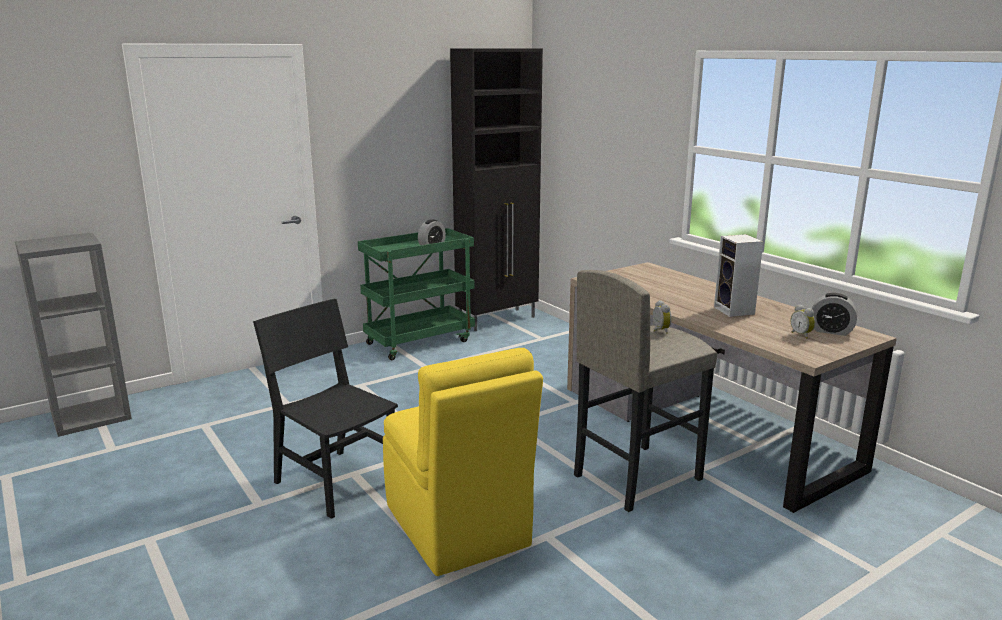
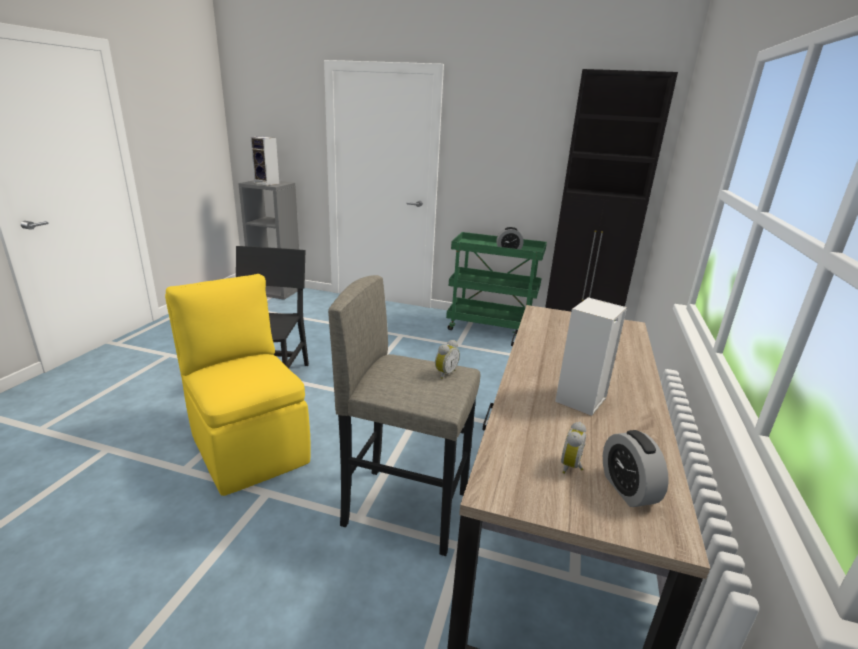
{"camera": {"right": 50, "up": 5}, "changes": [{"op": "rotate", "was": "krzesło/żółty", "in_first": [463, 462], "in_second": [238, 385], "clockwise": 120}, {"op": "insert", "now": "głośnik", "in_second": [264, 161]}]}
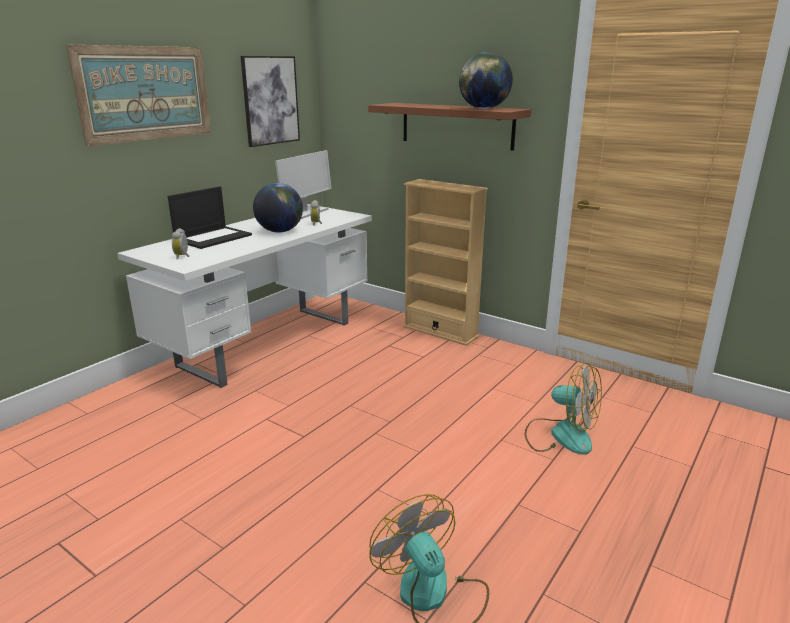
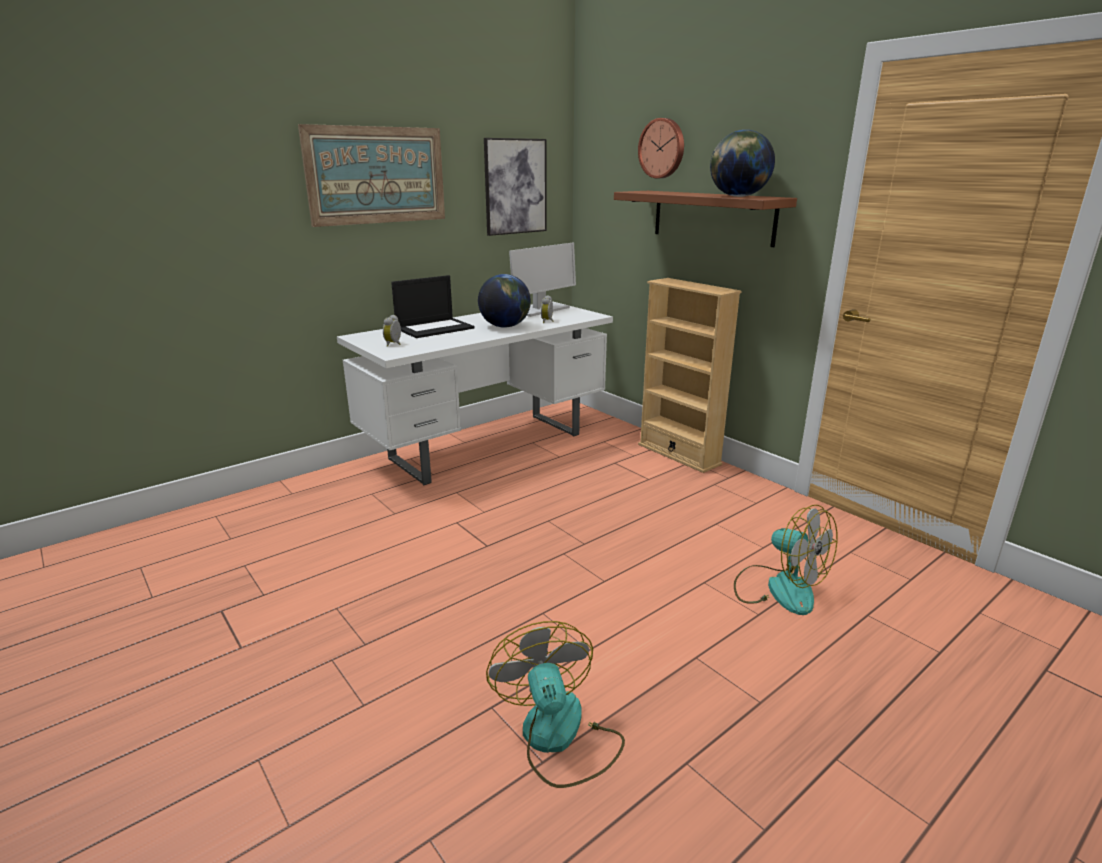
{"camera": {"right": 15, "up": 0}, "changes": [{"op": "insert", "now": "zegar ścienny", "in_second": [661, 148]}]}
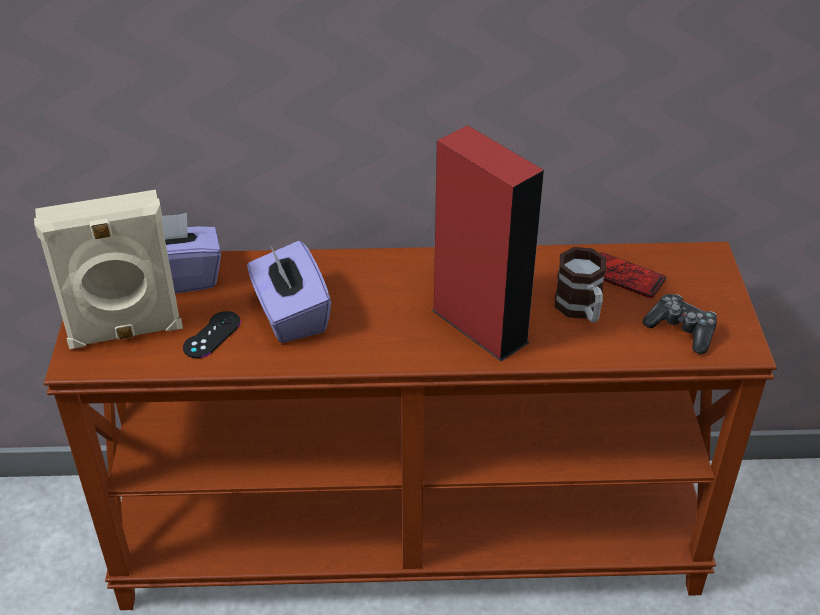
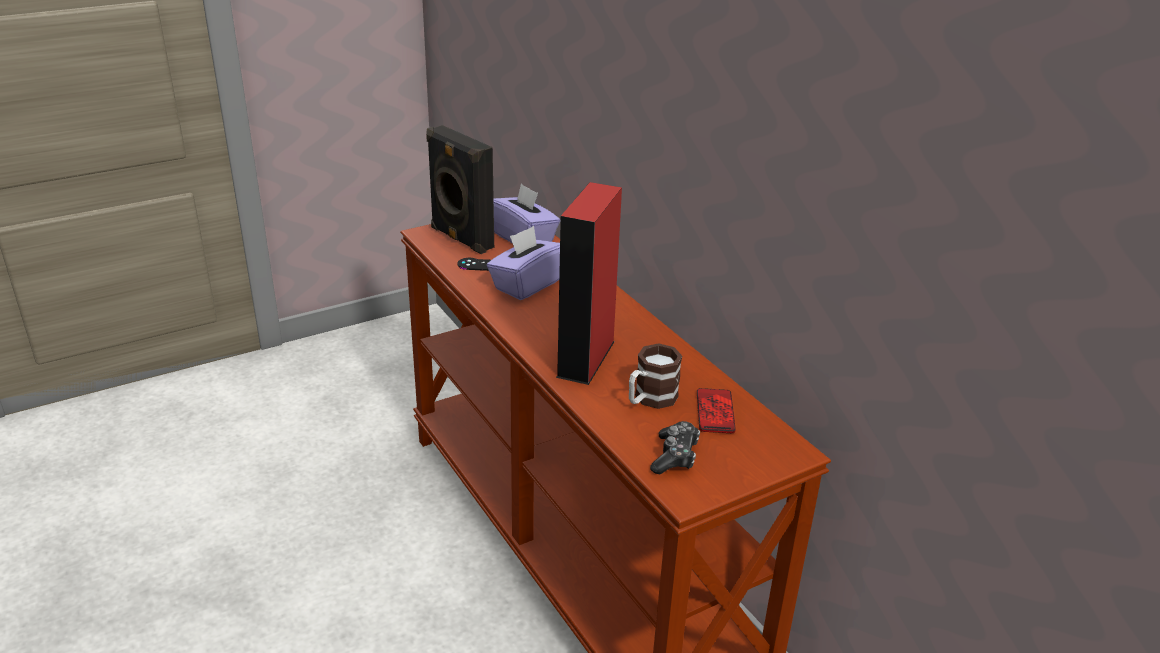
{"camera": {"right": 60, "up": -10}, "changes": [{"op": "recolor", "was": "głośnik/beżowy", "now": "głośnik/czarny", "in_first": [108, 269], "in_second": [460, 189]}]}
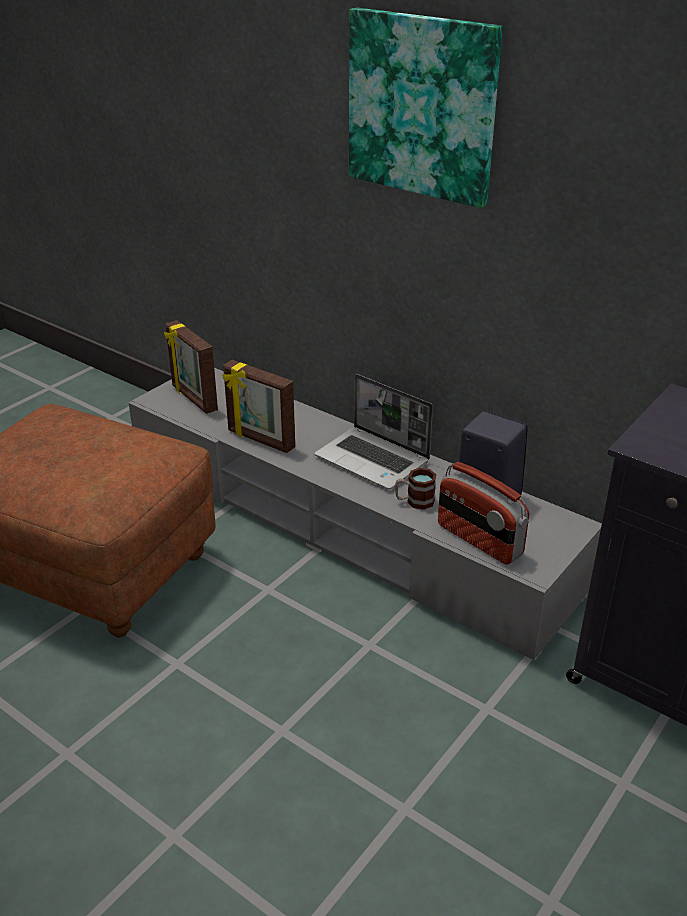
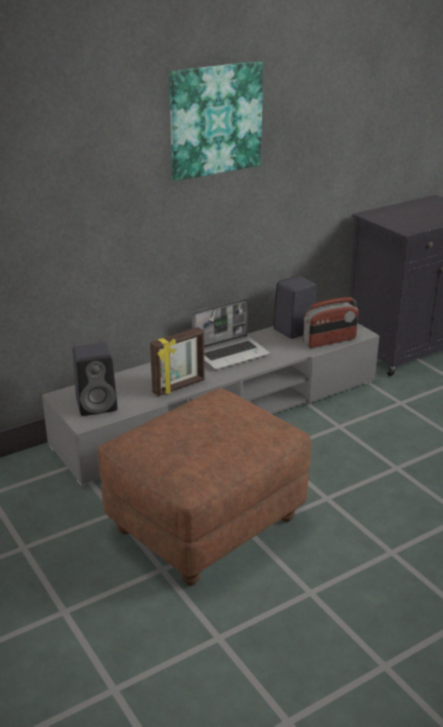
{"camera": {"right": -70, "up": -5}, "changes": [{"op": "replace", "was": "ramka na zdjęcie", "now": "głośnik/czarny", "in_first": [191, 367], "in_second": [95, 379]}, {"op": "delete", "was": "kubek", "in_first": [415, 489]}]}
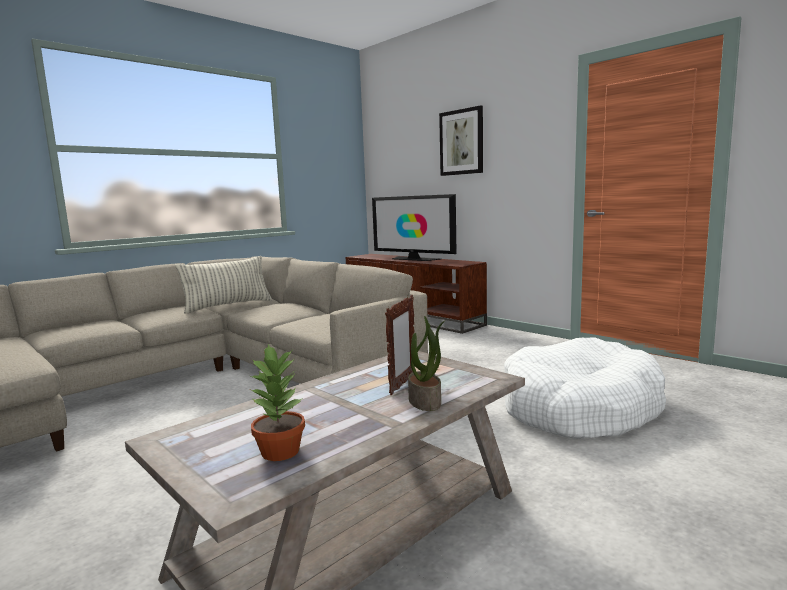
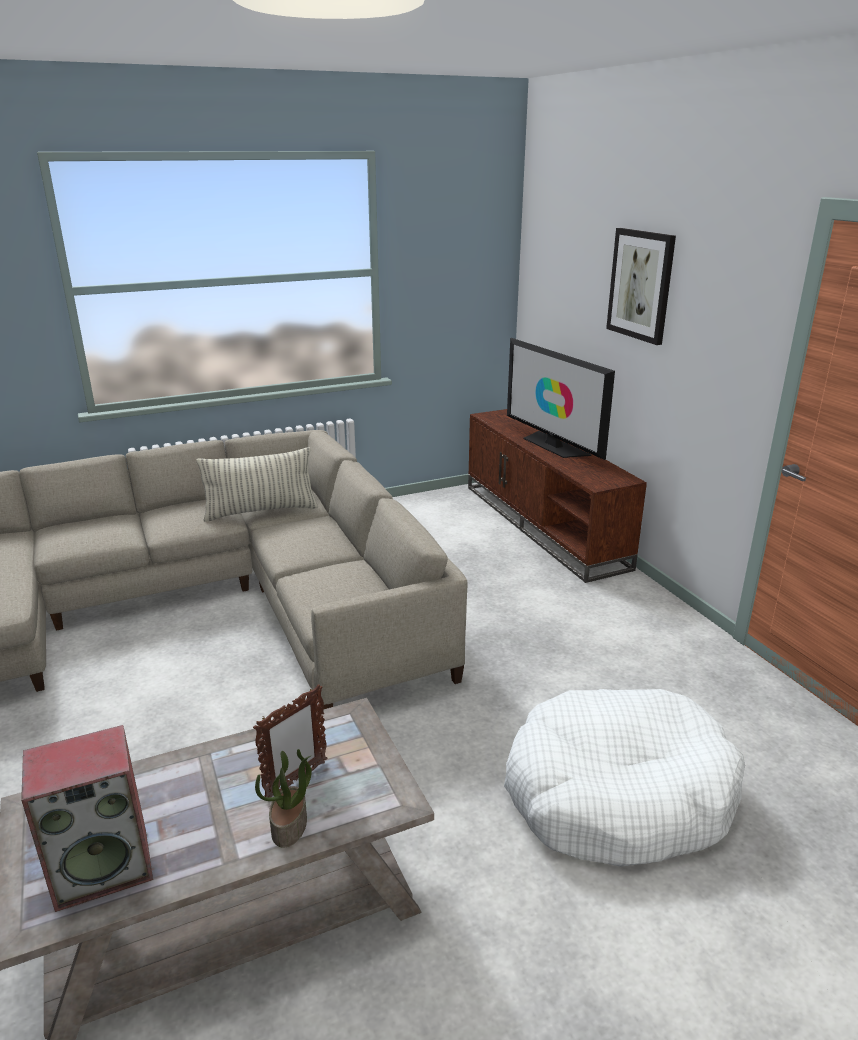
{"camera": {"right": 20, "up": 15}, "changes": [{"op": "replace", "was": "roślina doniczkowa", "now": "głośnik", "in_first": [277, 402], "in_second": [87, 818]}]}
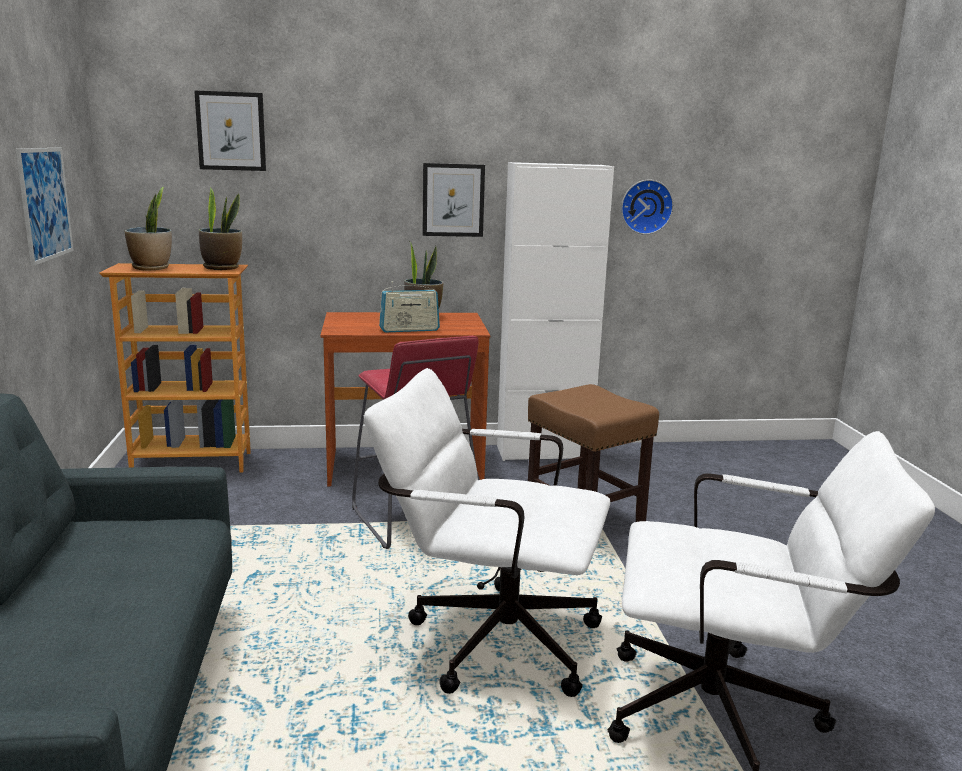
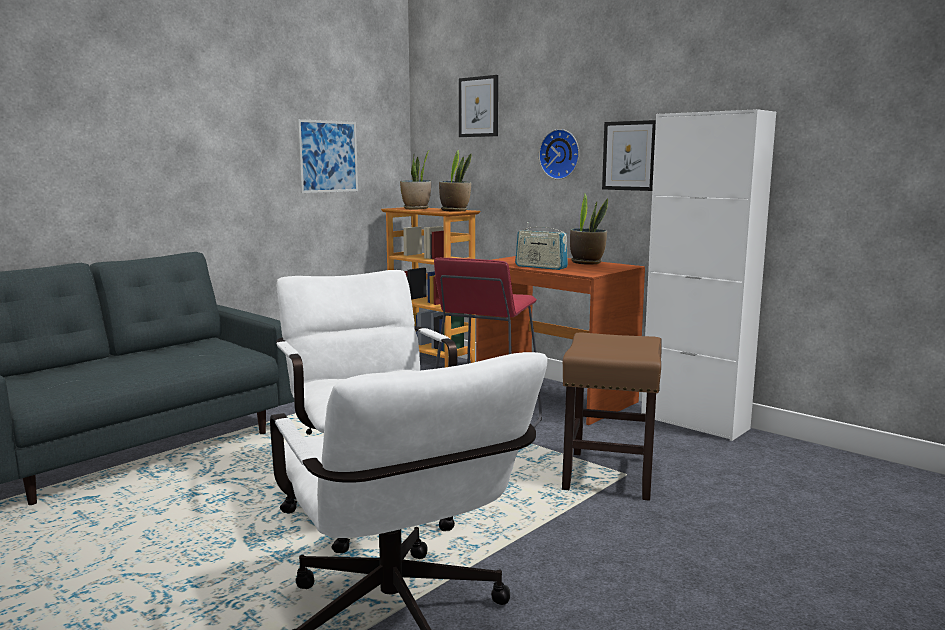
{"camera": {"right": 50, "up": -5}, "changes": [{"op": "move", "was": "zegar ścienny", "in_first": [647, 207], "in_second": [559, 154]}]}
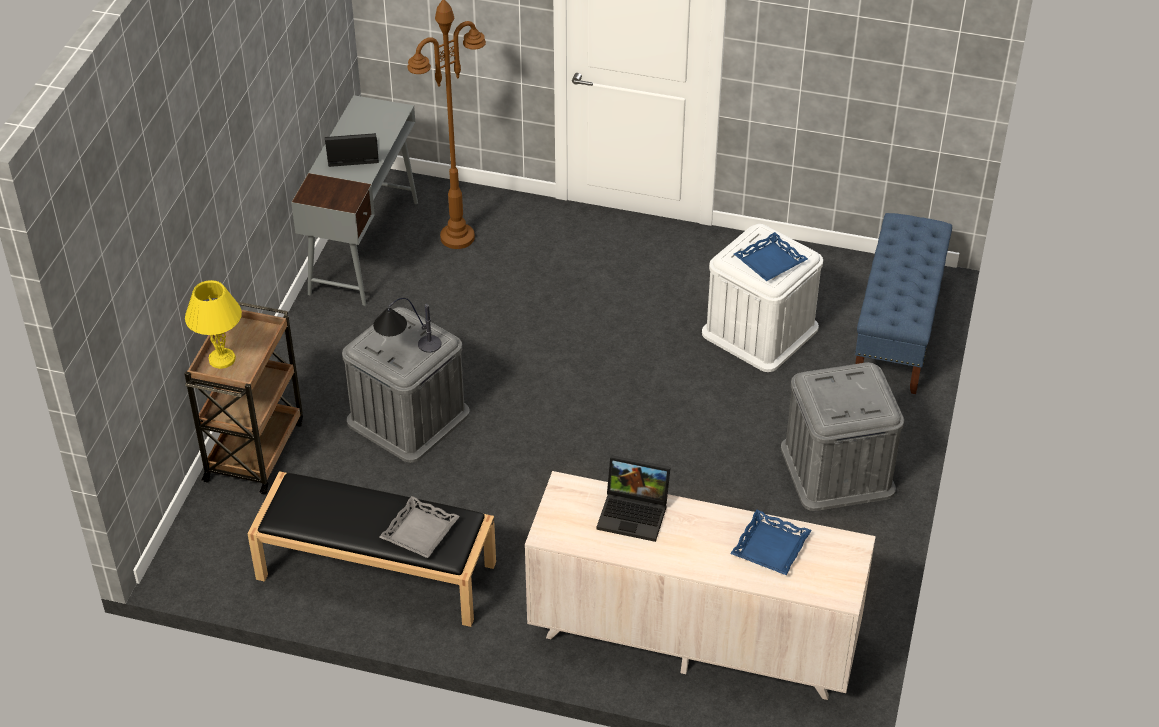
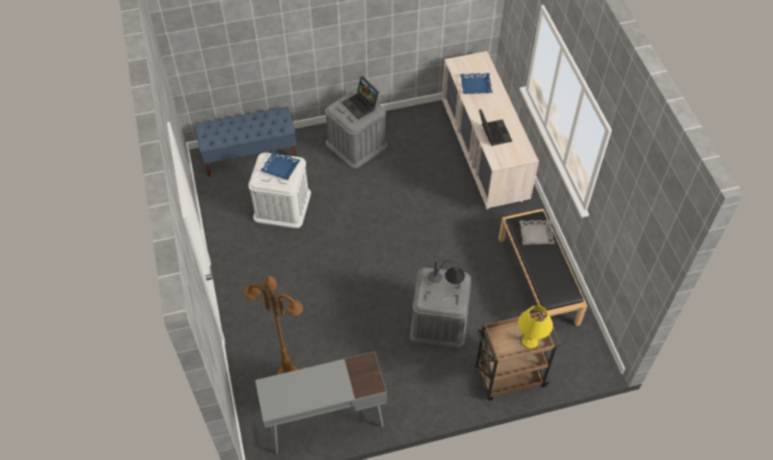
{"camera": {"right": -120, "up": 10}, "changes": [{"op": "move", "was": "laptop", "in_first": [352, 150], "in_second": [360, 97]}]}
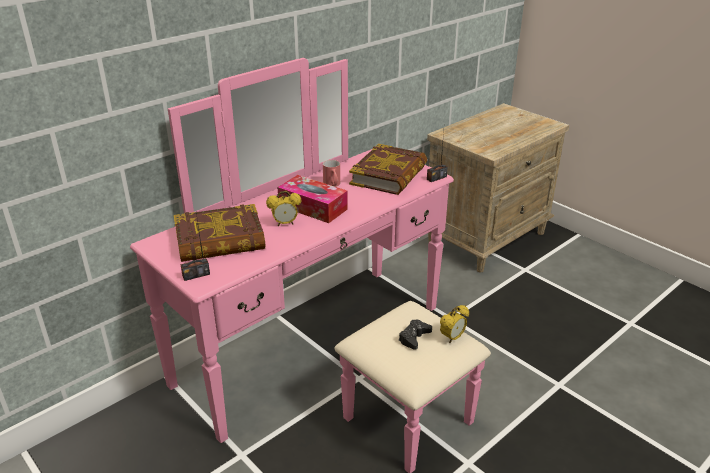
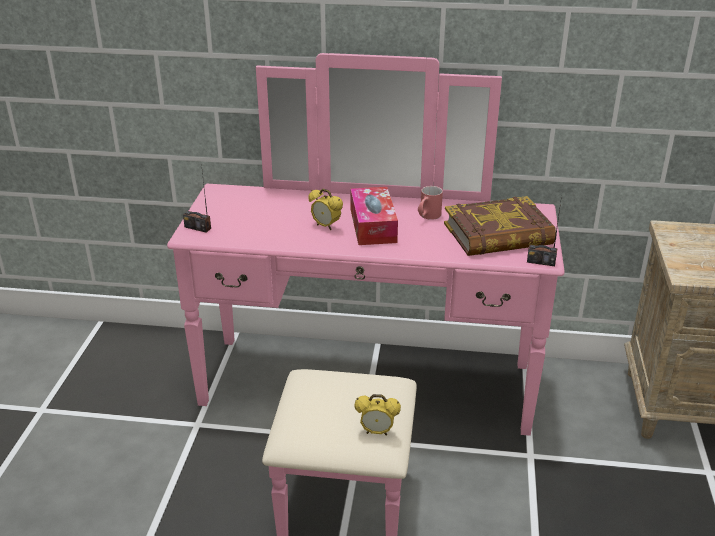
{"camera": {"right": 50, "up": 0}, "changes": [{"op": "delete", "was": "książka", "in_first": [219, 233]}, {"op": "delete", "was": "pad do gier/czarny", "in_first": [415, 335]}]}
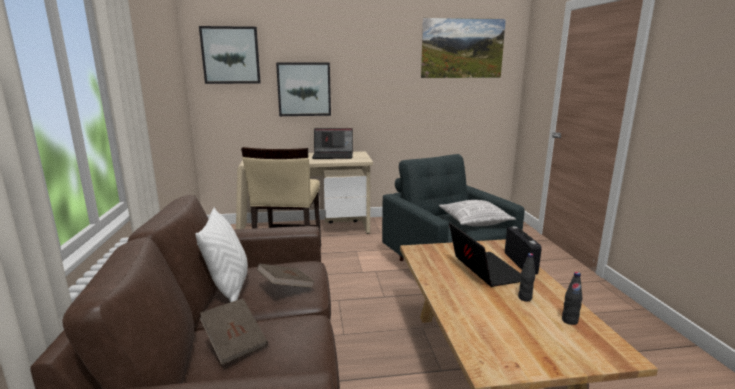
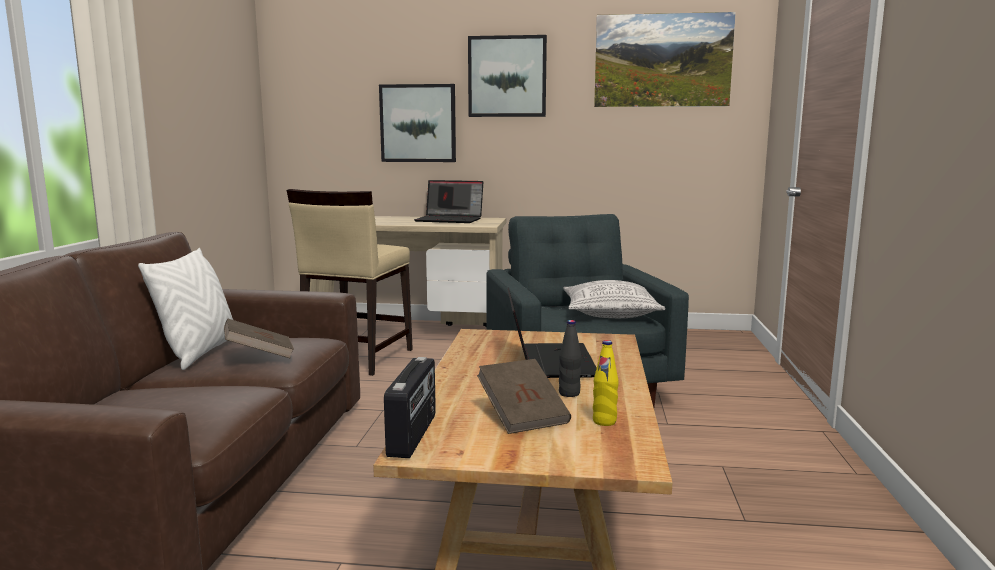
{"camera": {"right": 15, "up": -5}, "changes": [{"op": "move", "was": "obraz", "in_first": [230, 55], "in_second": [507, 76]}, {"op": "move", "was": "książka/brązowy", "in_first": [234, 331], "in_second": [524, 396]}, {"op": "move", "was": "radio", "in_first": [523, 250], "in_second": [410, 407]}, {"op": "recolor", "was": "butelka/czarny", "now": "butelka/żółty", "in_first": [572, 298], "in_second": [605, 383]}]}
